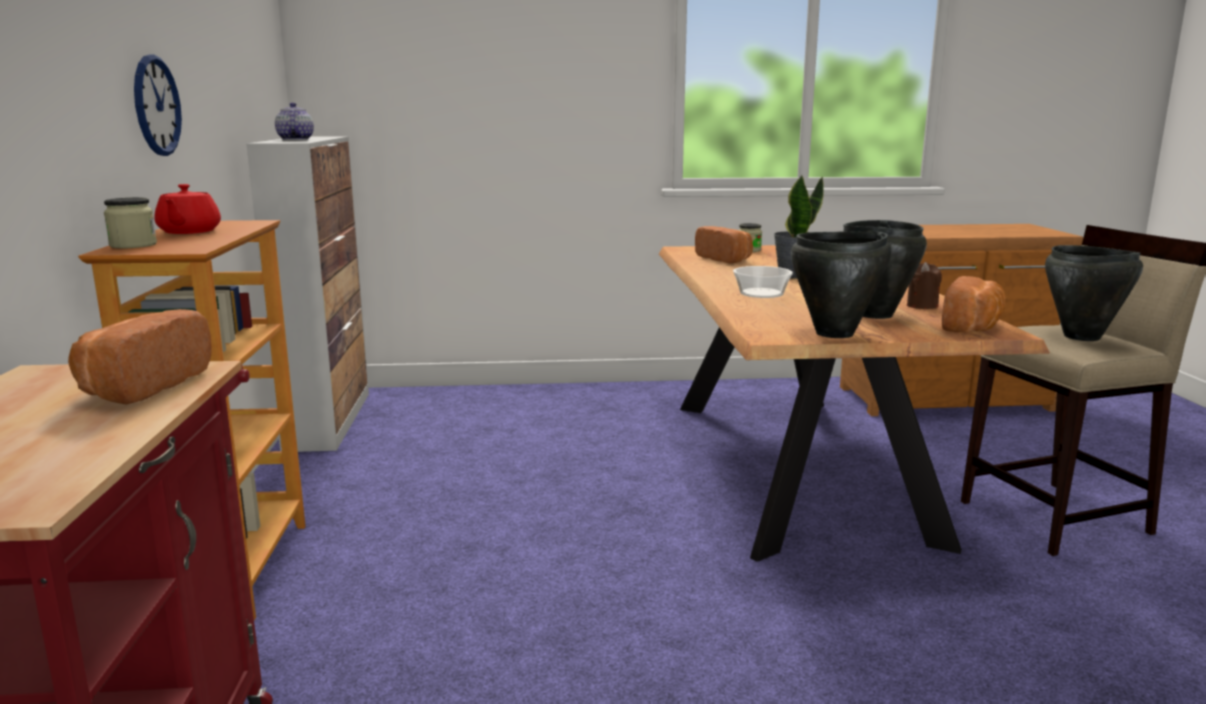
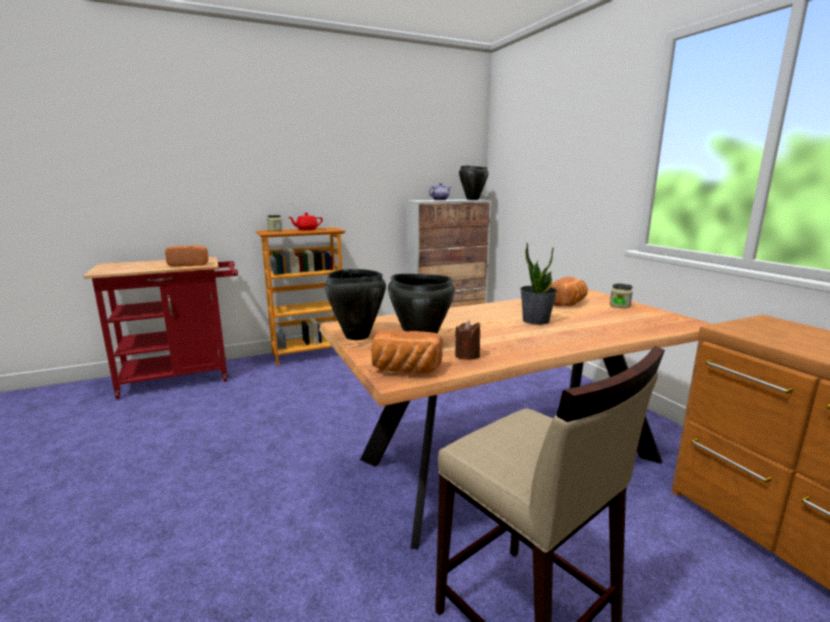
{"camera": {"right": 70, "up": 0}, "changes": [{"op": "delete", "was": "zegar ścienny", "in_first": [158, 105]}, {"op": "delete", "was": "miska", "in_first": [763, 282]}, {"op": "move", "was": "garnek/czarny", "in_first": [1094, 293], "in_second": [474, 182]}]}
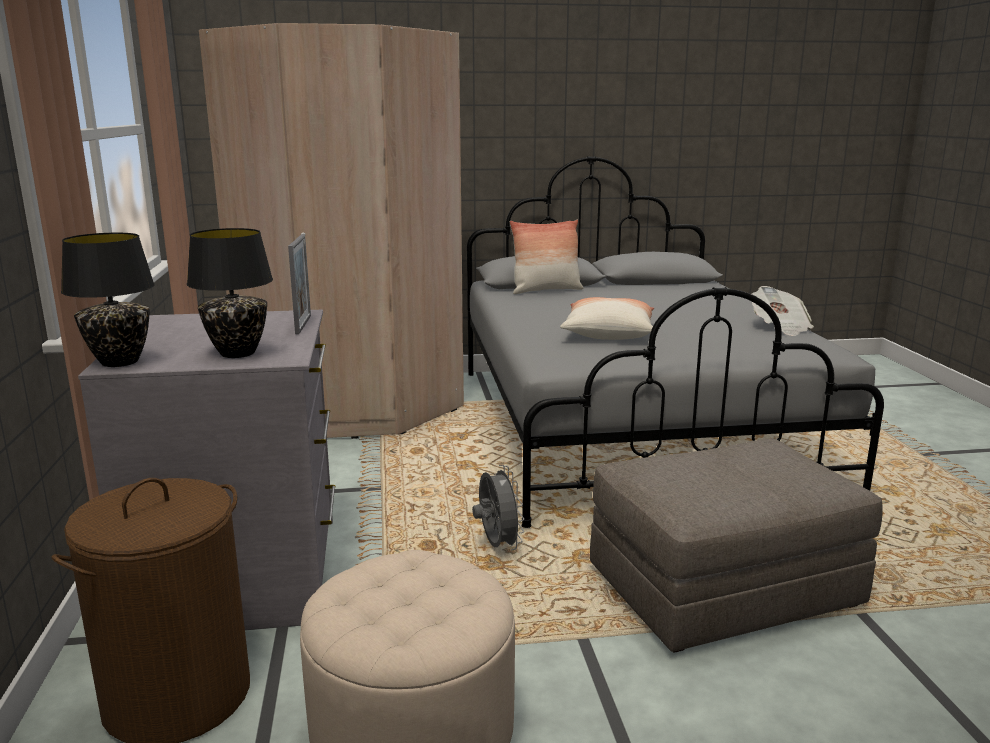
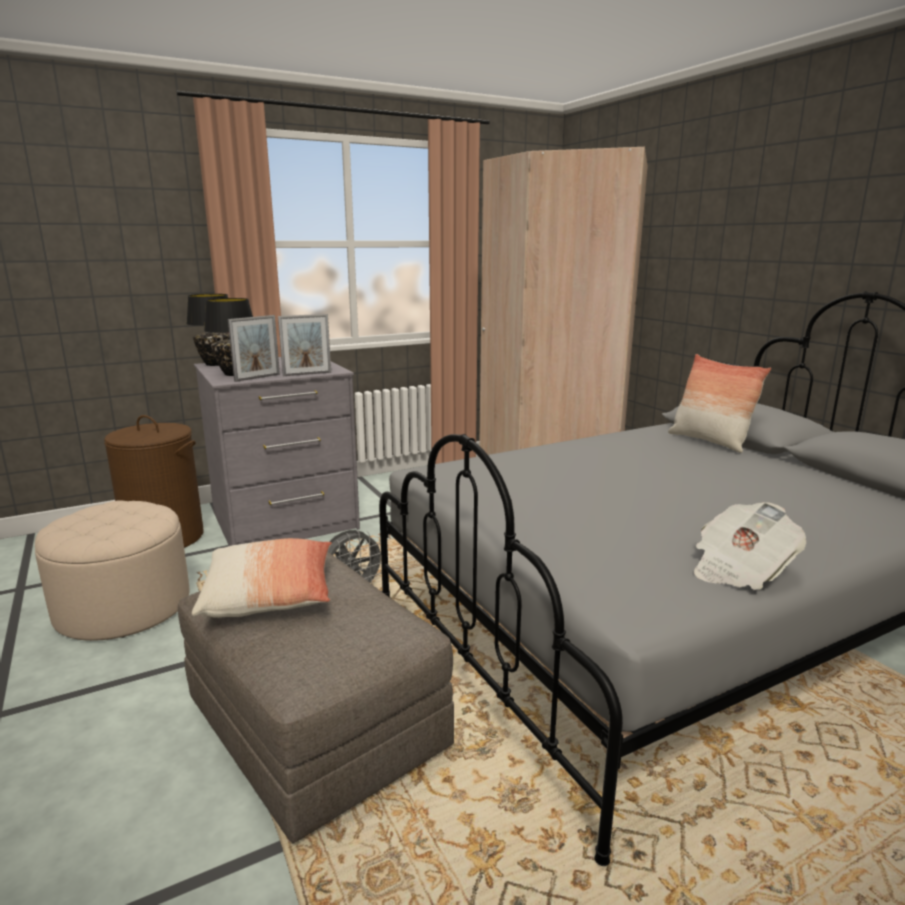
{"camera": {"right": 70, "up": 0}, "changes": [{"op": "move", "was": "poduszka", "in_first": [607, 318], "in_second": [262, 578]}, {"op": "insert", "now": "ramka na zdjęcie", "in_second": [254, 348]}]}
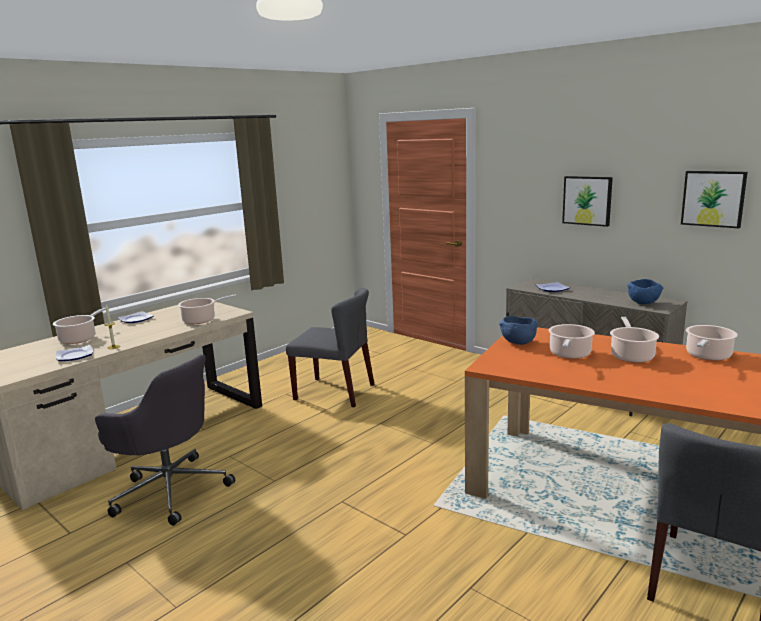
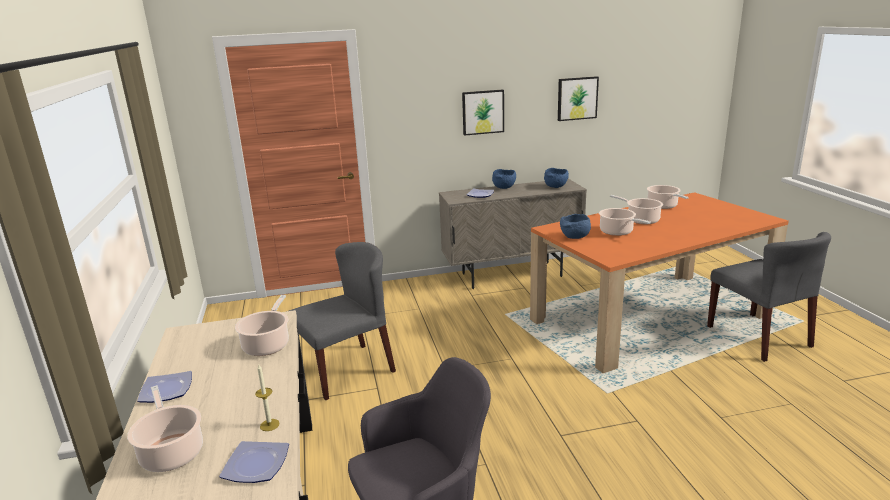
{"camera": {"right": -55, "up": 5}, "changes": [{"op": "insert", "now": "miska/niebieski", "in_second": [504, 179]}]}
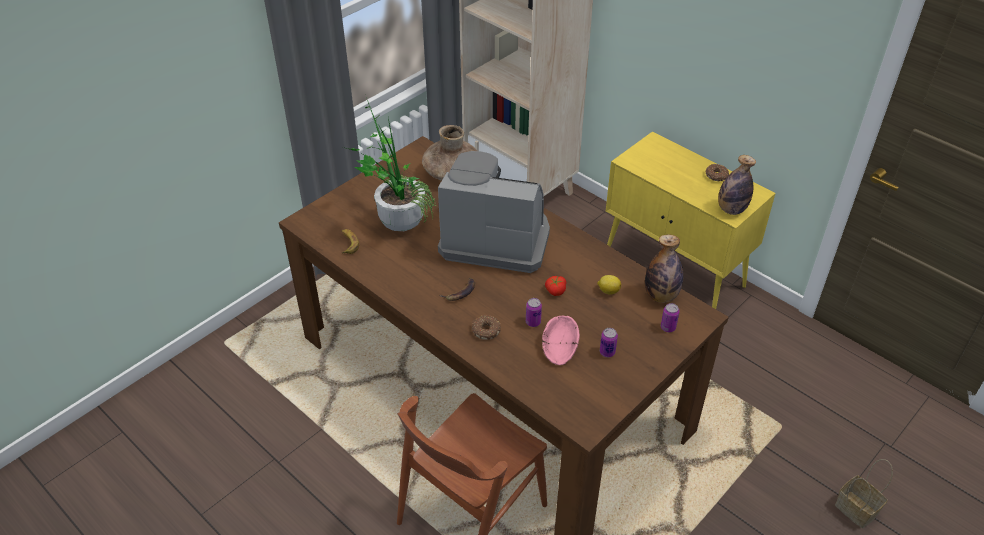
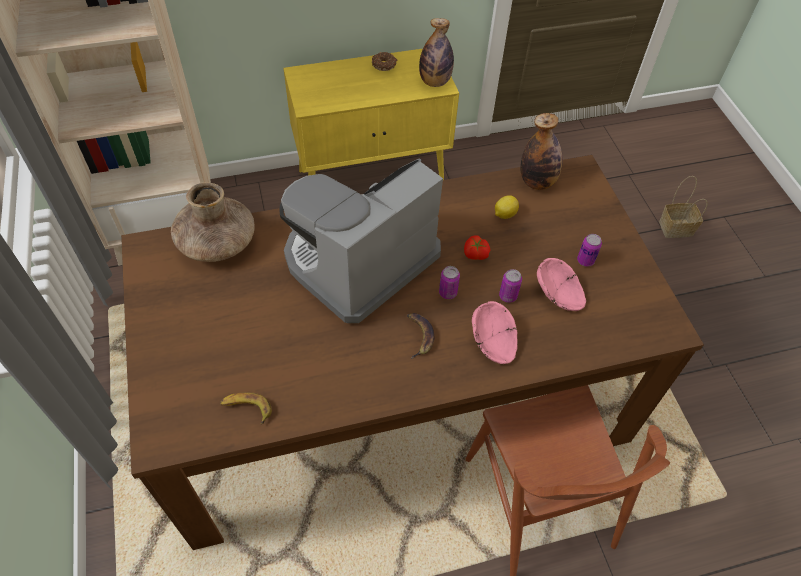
{"camera": {"right": -60, "up": 10}, "changes": [{"op": "delete", "was": "roślina doniczkowa", "in_first": [389, 164]}, {"op": "replace", "was": "donut", "now": "miska/różowy", "in_first": [486, 327], "in_second": [495, 332]}, {"op": "move", "was": "puszka", "in_first": [670, 317], "in_second": [449, 282]}]}
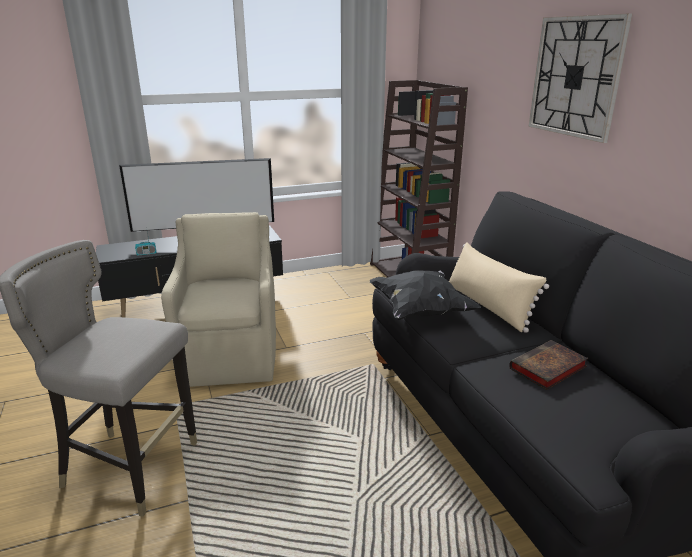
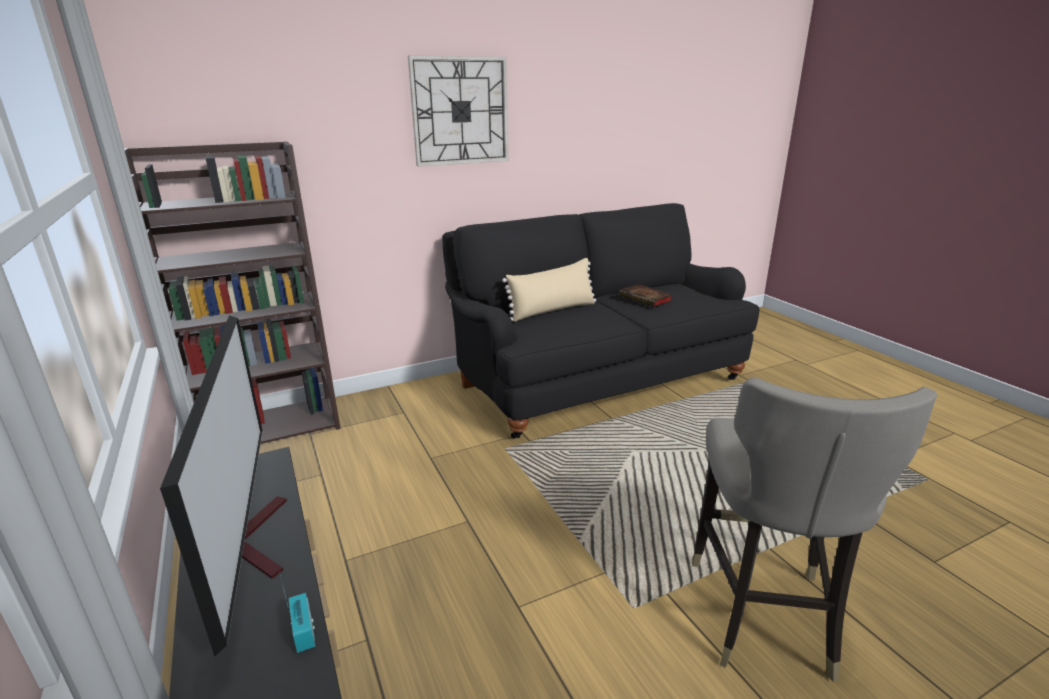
{"camera": {"right": -95, "up": 0}, "changes": [{"op": "delete", "was": "fotel/beżowy", "in_first": [218, 299]}, {"op": "delete", "was": "poduszka/czarny", "in_first": [425, 295]}]}
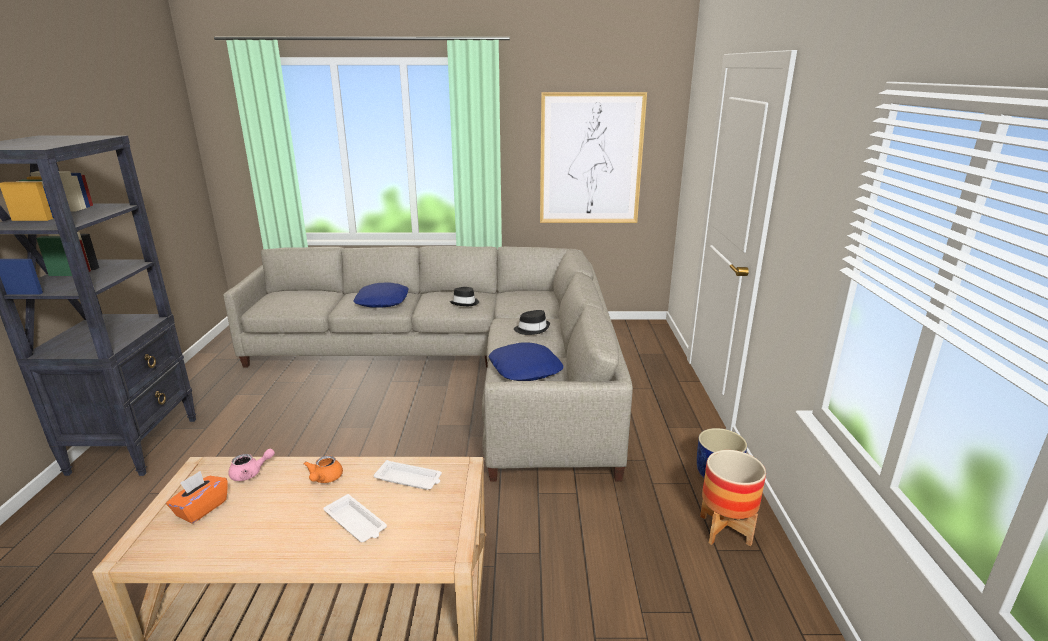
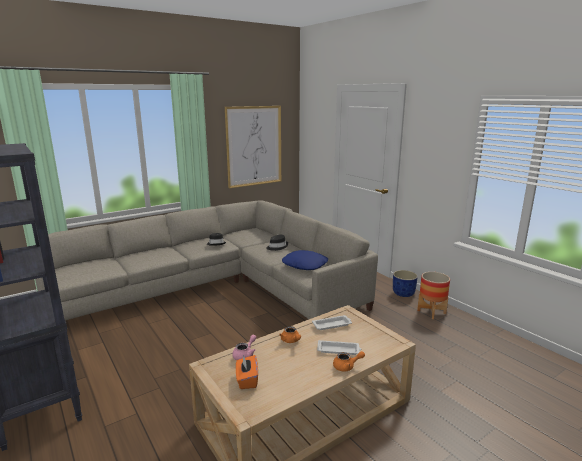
{"camera": {"right": -35, "up": -5}, "changes": [{"op": "delete", "was": "poduszka/niebieski", "in_first": [381, 295]}, {"op": "insert", "now": "imbryk/pomarańczowy", "in_second": [349, 361]}]}
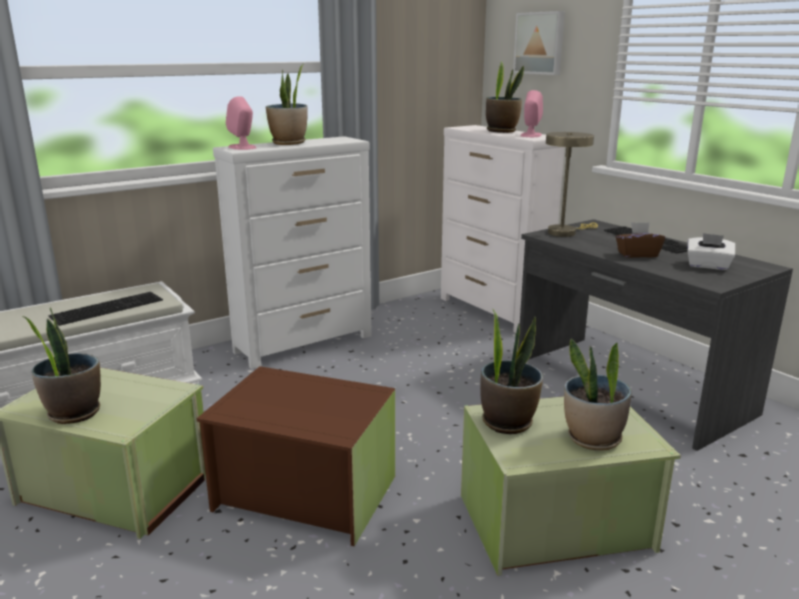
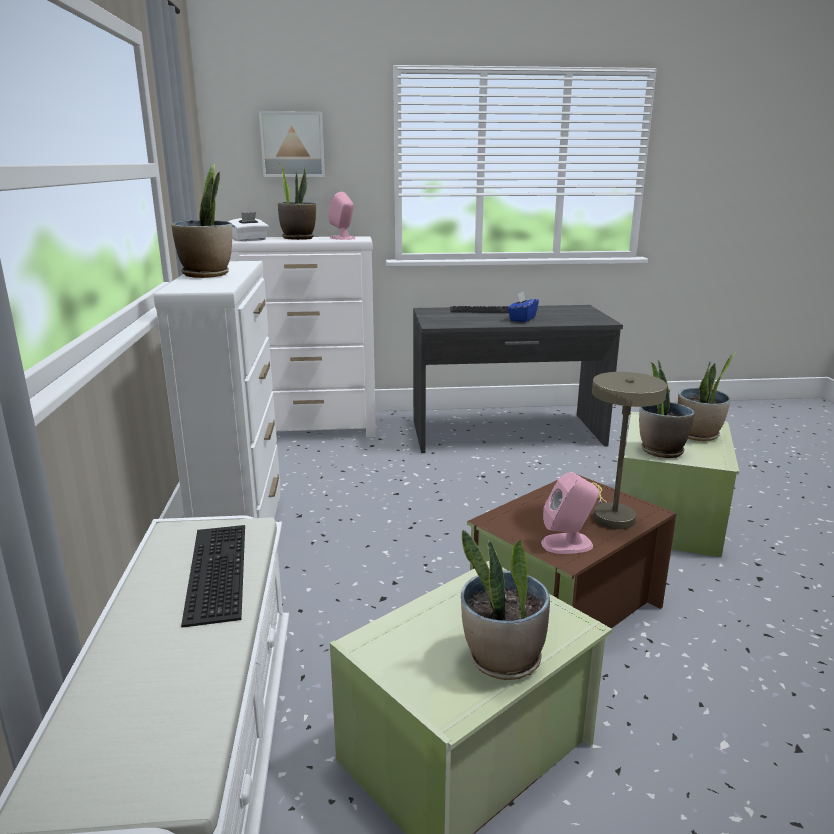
{"camera": {"right": -60, "up": 0}, "changes": [{"op": "move", "was": "głośnik/różowy", "in_first": [241, 123], "in_second": [570, 513]}, {"op": "move", "was": "lampa stołowa/beżowy", "in_first": [572, 184], "in_second": [629, 450]}, {"op": "recolor", "was": "pudełko chusteczek/brązowy", "now": "pudełko chusteczek/niebieski", "in_first": [640, 240], "in_second": [523, 306]}, {"op": "move", "was": "pudełko chusteczek/biały", "in_first": [711, 251], "in_second": [248, 227]}]}
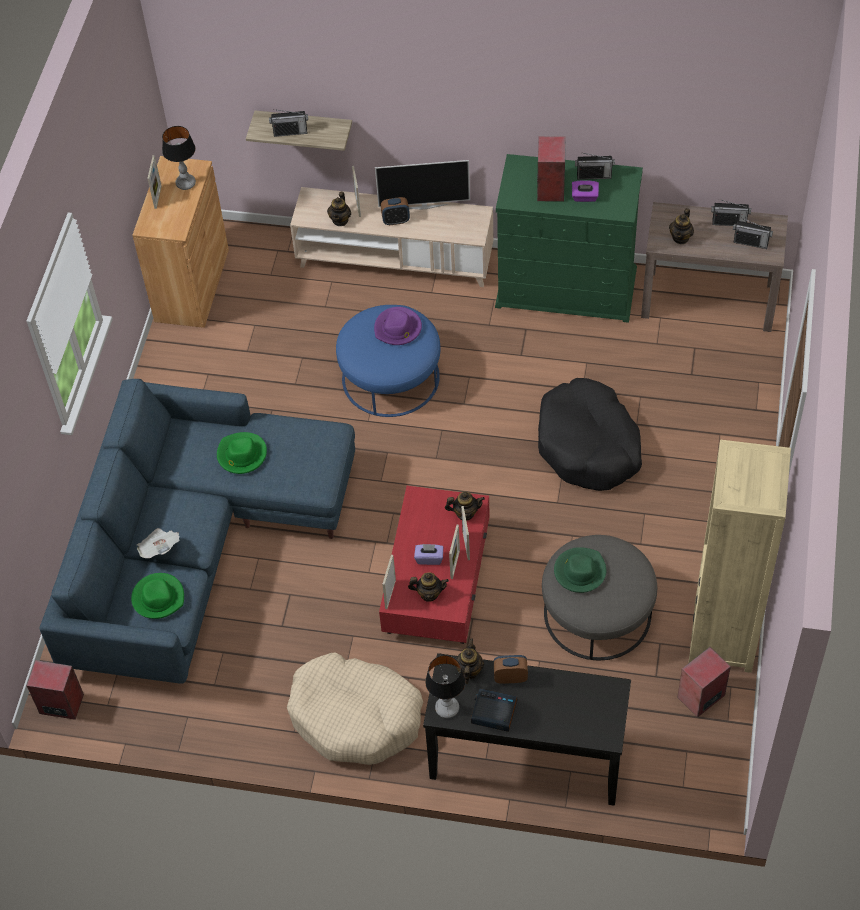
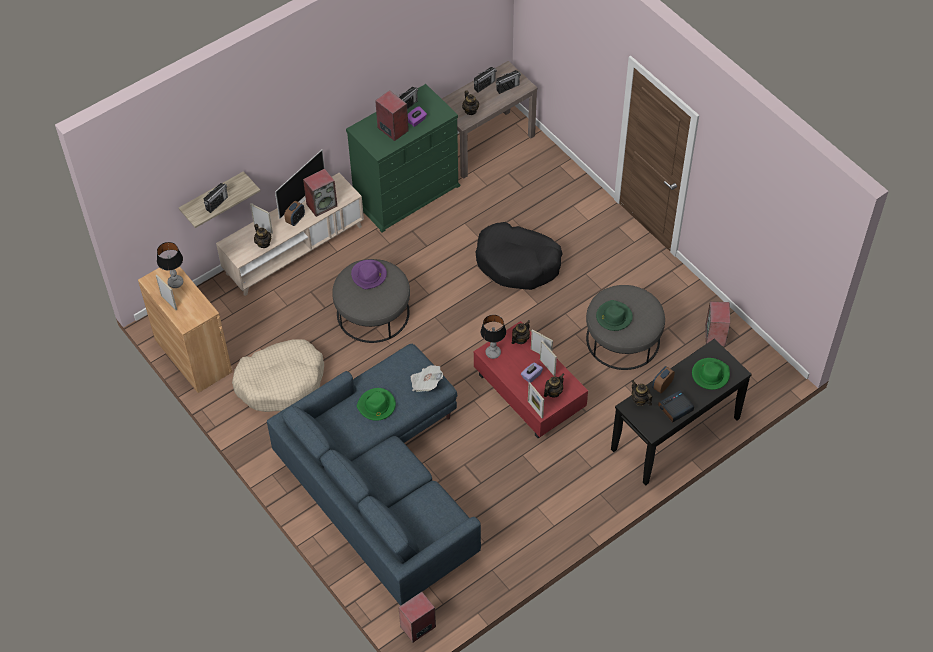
{"camera": {"right": -50, "up": 0}, "changes": [{"op": "move", "was": "kapelusz/zielony", "in_first": [157, 596], "in_second": [711, 374]}, {"op": "move", "was": "gazeta", "in_first": [158, 543], "in_second": [427, 378]}, {"op": "move", "was": "legowisko/beżowy", "in_first": [355, 708], "in_second": [278, 375]}, {"op": "recolor", "was": "pufa/niebieski", "now": "pufa/szary", "in_first": [388, 361], "in_second": [371, 301]}, {"op": "move", "was": "lampa stołowa", "in_first": [445, 686], "in_second": [493, 337]}, {"op": "delete", "was": "regał/beżowy", "in_first": [740, 556]}, {"op": "insert", "now": "głośnik", "in_second": [320, 193]}]}
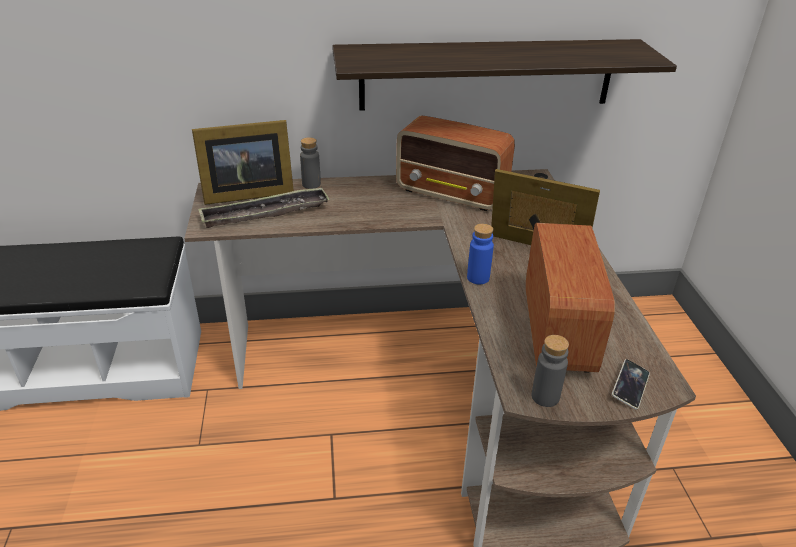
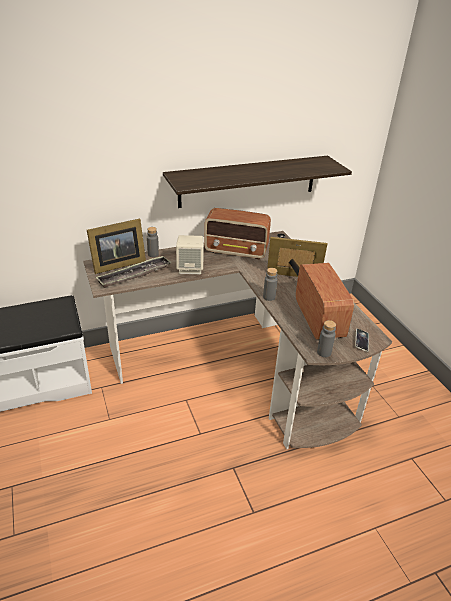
{"camera": {"right": -15, "up": 0}, "changes": [{"op": "recolor", "was": "butelka/niebieski", "now": "butelka/szary", "in_first": [480, 254], "in_second": [270, 284]}, {"op": "insert", "now": "głośnik/beżowy", "in_second": [190, 254]}]}
